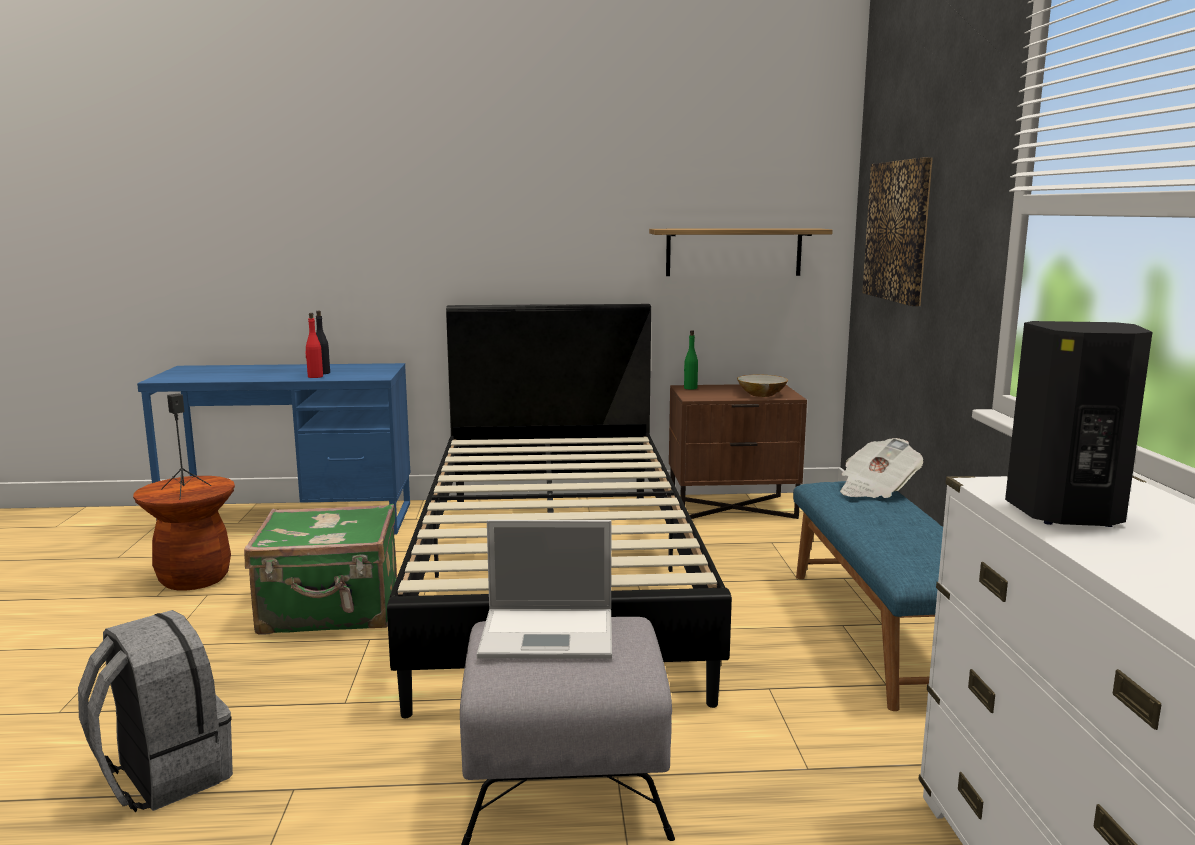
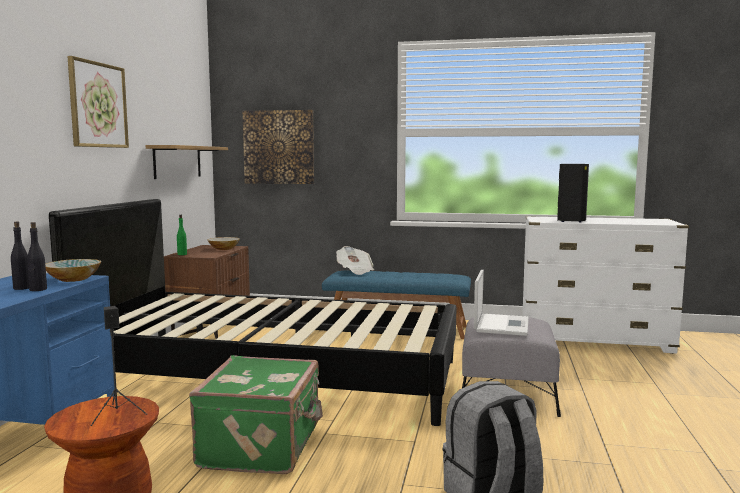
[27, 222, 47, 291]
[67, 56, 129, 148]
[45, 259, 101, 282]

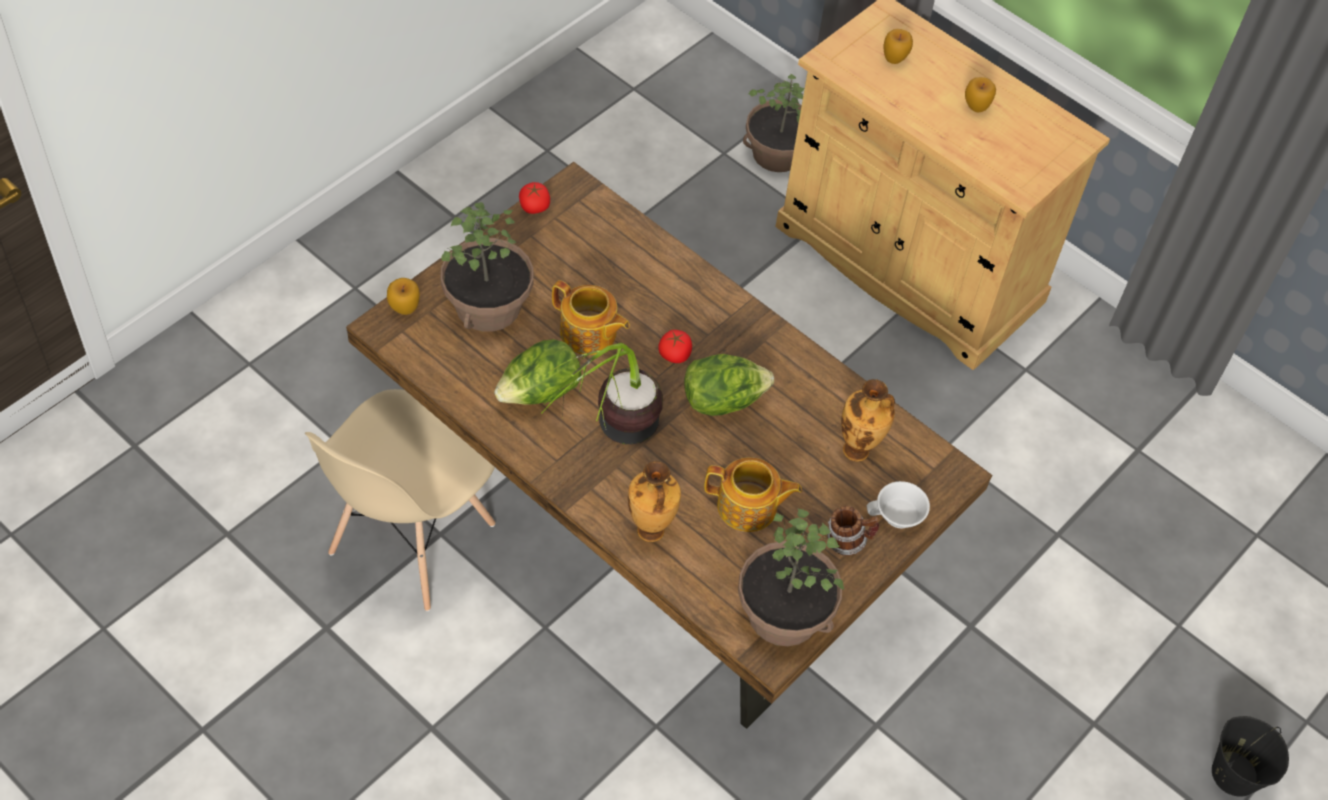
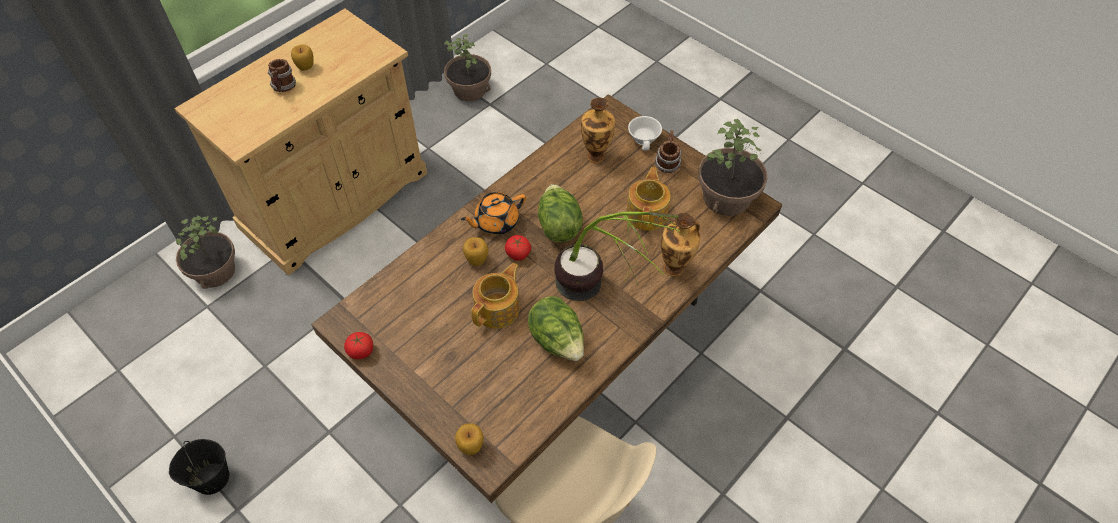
[463, 237, 489, 266]
[444, 34, 491, 101]
[169, 439, 229, 495]
[268, 59, 296, 92]
[461, 192, 526, 235]

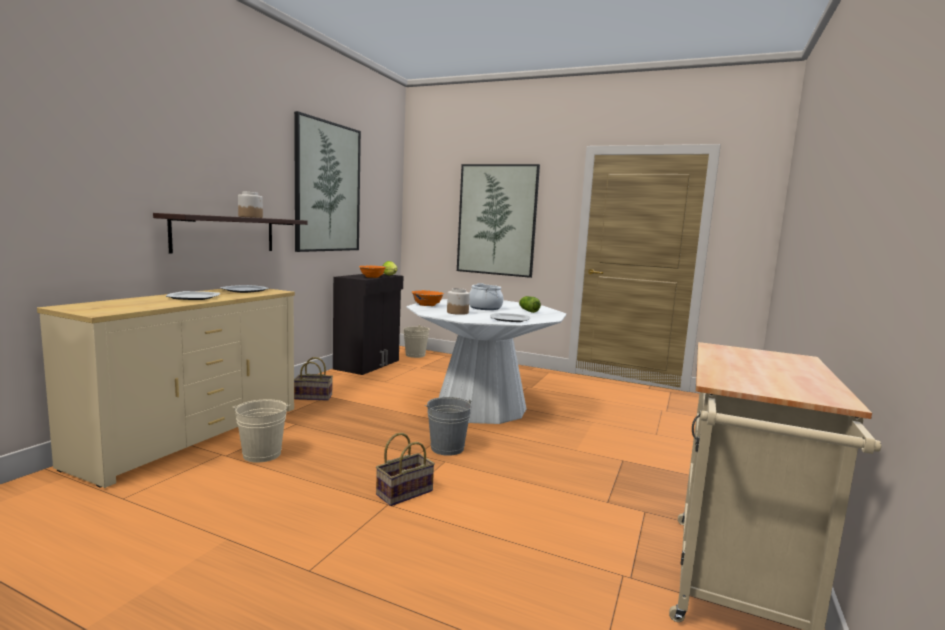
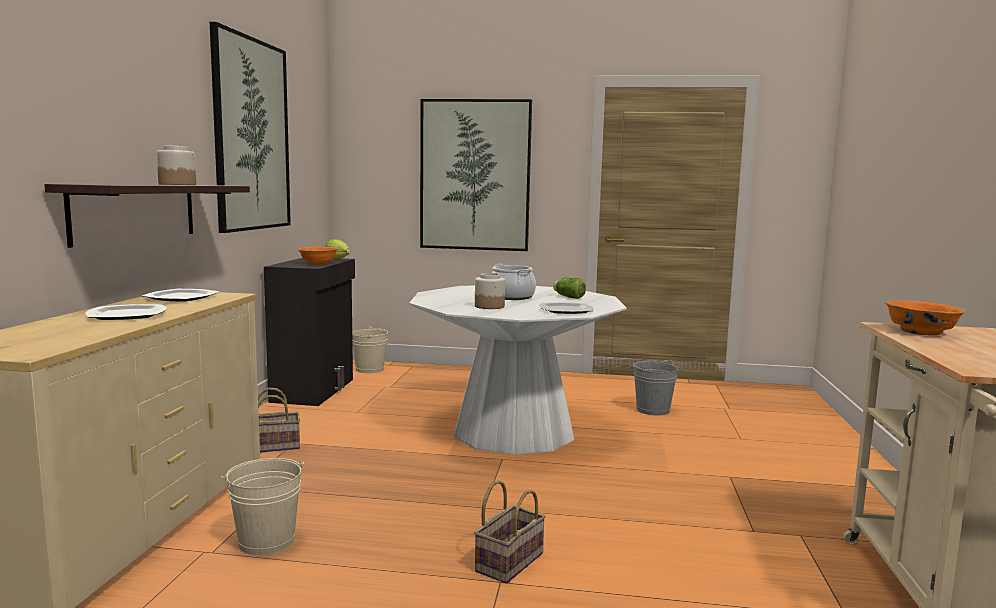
[885, 299, 966, 335]
[633, 360, 678, 416]

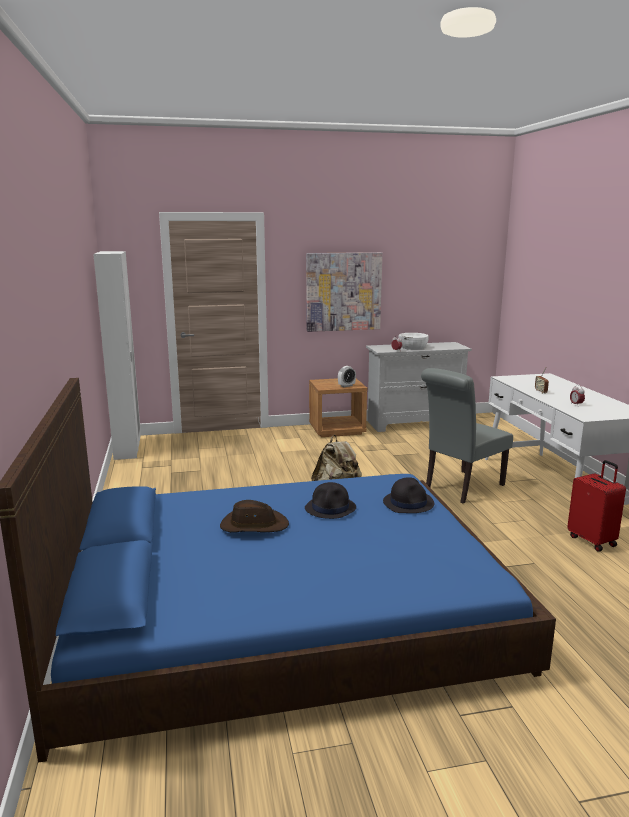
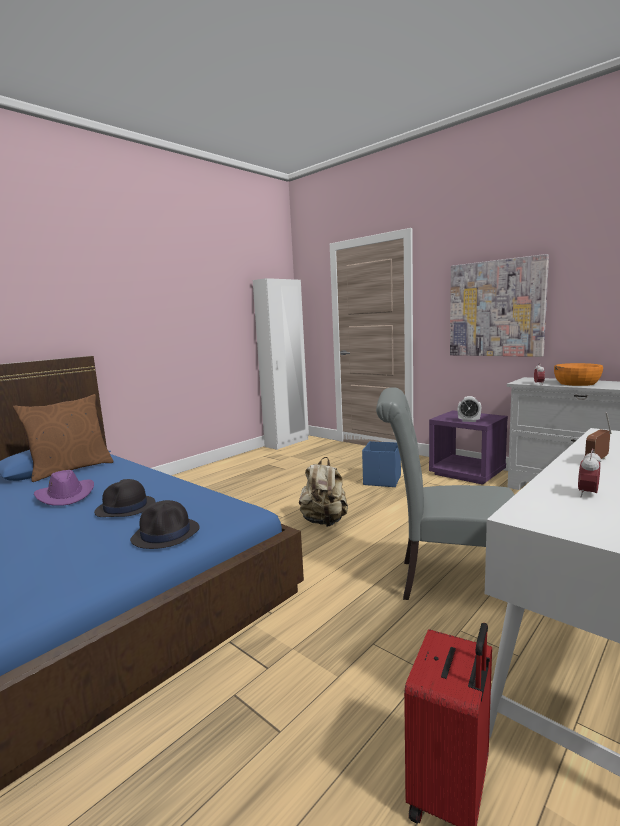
[554, 363, 603, 386]
[429, 410, 508, 485]
[34, 470, 94, 506]
[13, 394, 113, 482]
[362, 441, 401, 487]

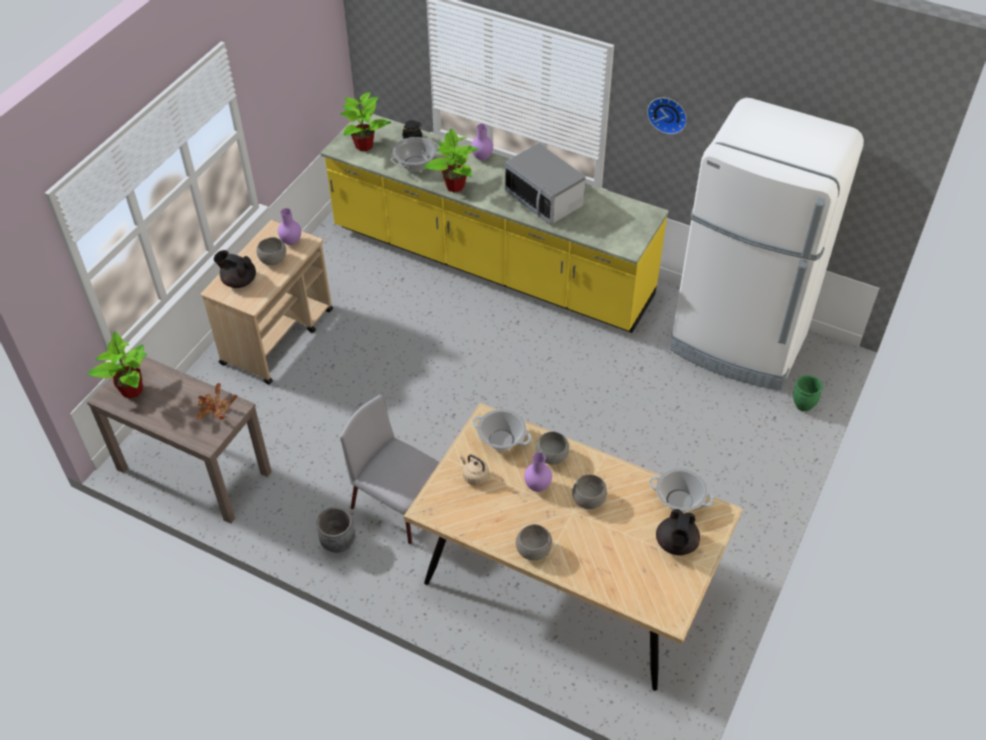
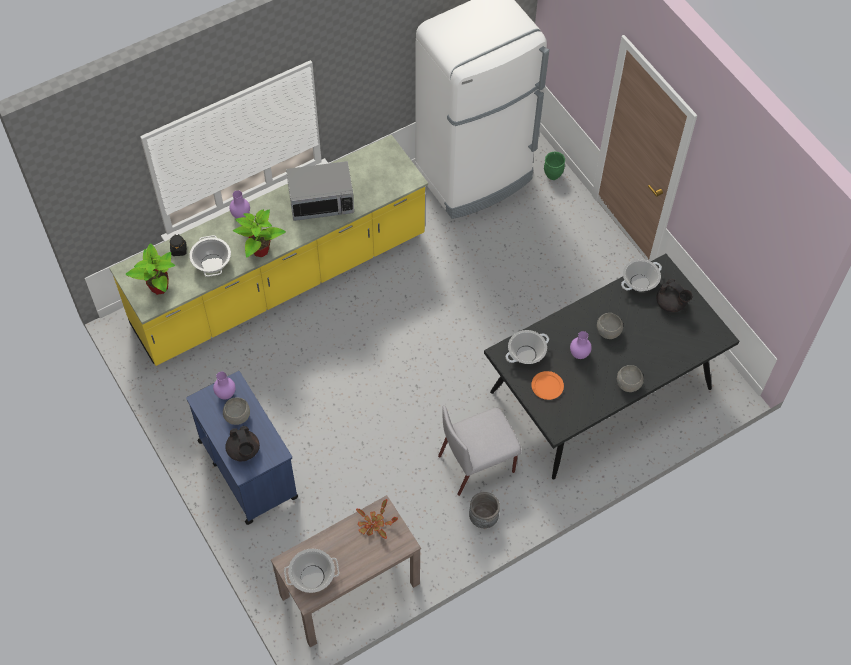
[647, 98, 687, 134] (first image)
[186, 371, 299, 525]
[225, 426, 260, 461]
[284, 549, 339, 593]
[484, 254, 739, 480]
[536, 432, 569, 465] (first image)
[531, 371, 564, 400]

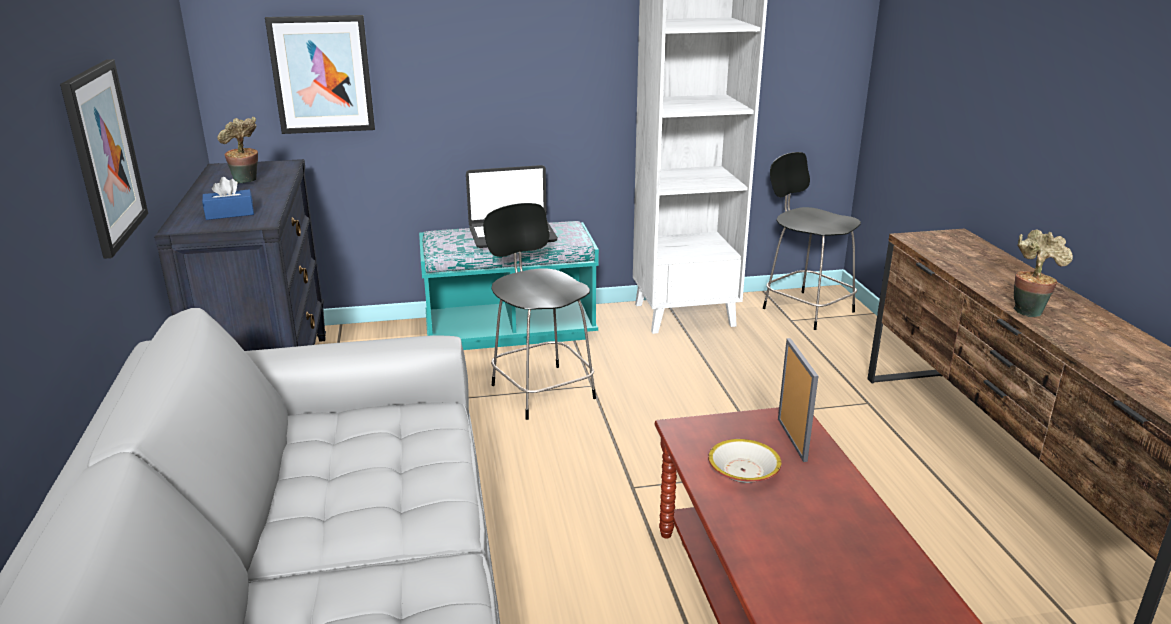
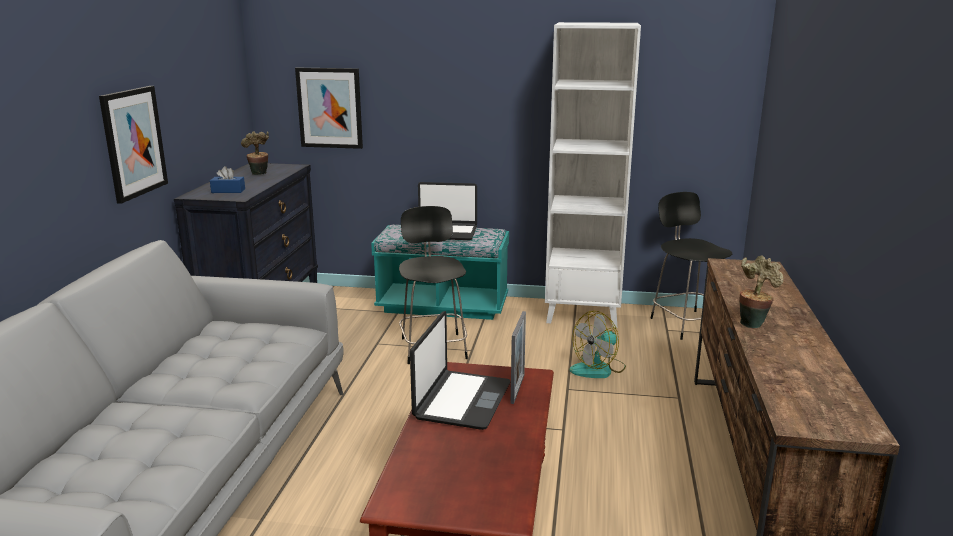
[410, 311, 511, 430]
[570, 311, 626, 378]

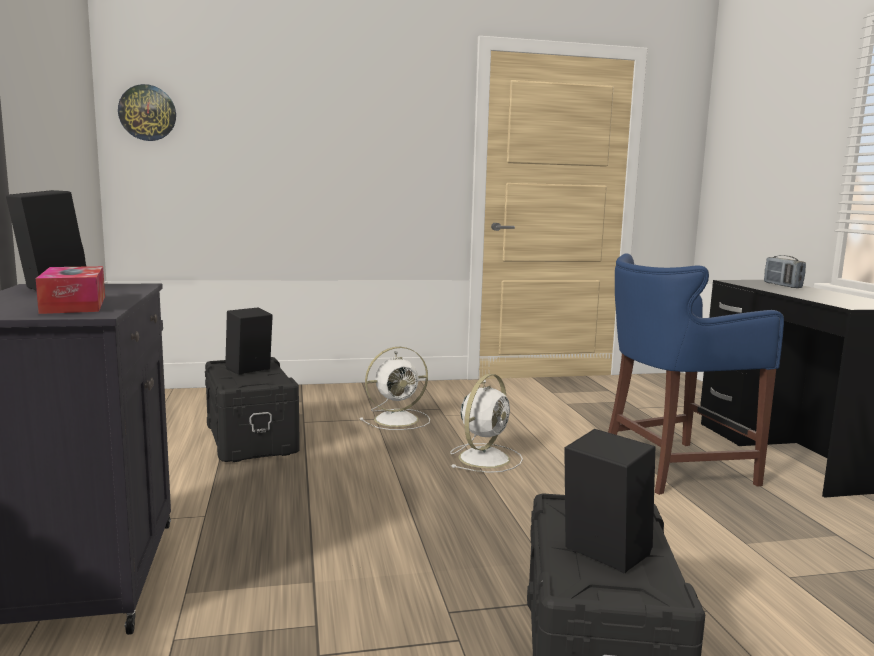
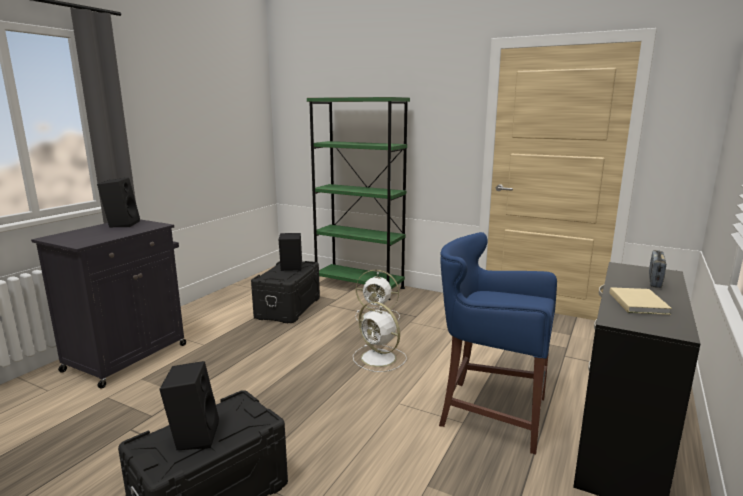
[118, 84, 176, 141] (first image)
[36, 266, 105, 314] (first image)
[353, 302, 407, 372]
[307, 97, 410, 300]
[610, 287, 672, 315]

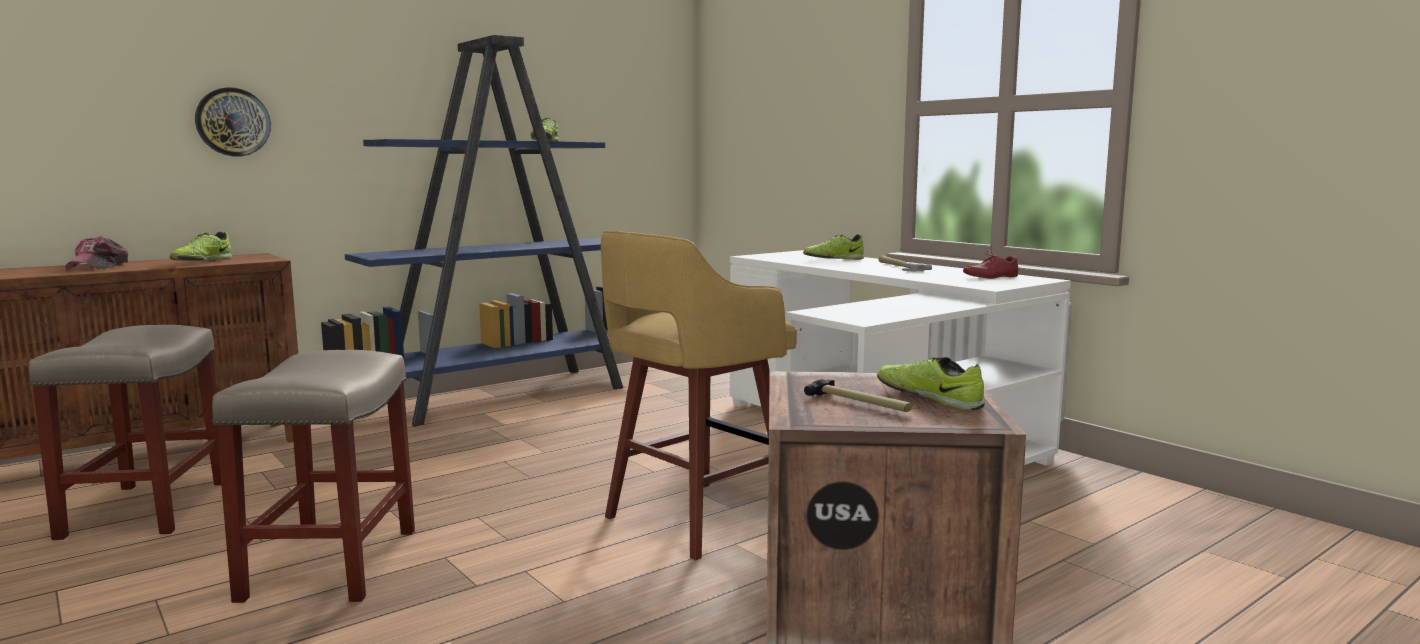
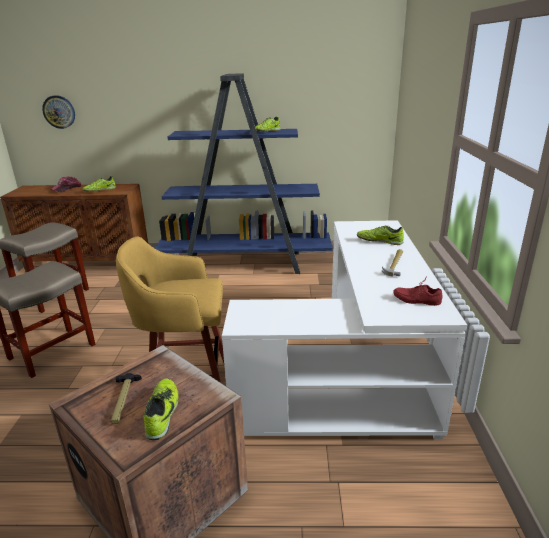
[42, 95, 75, 129]

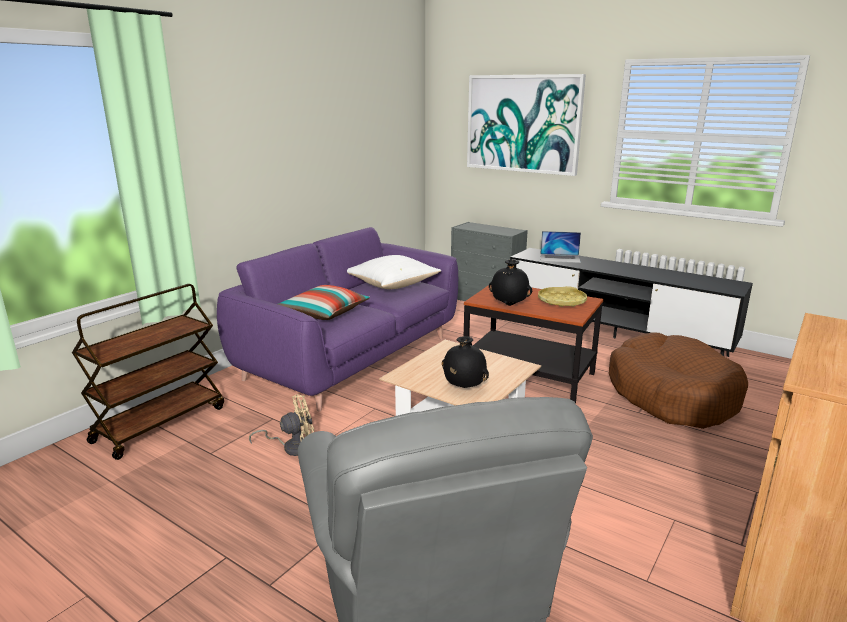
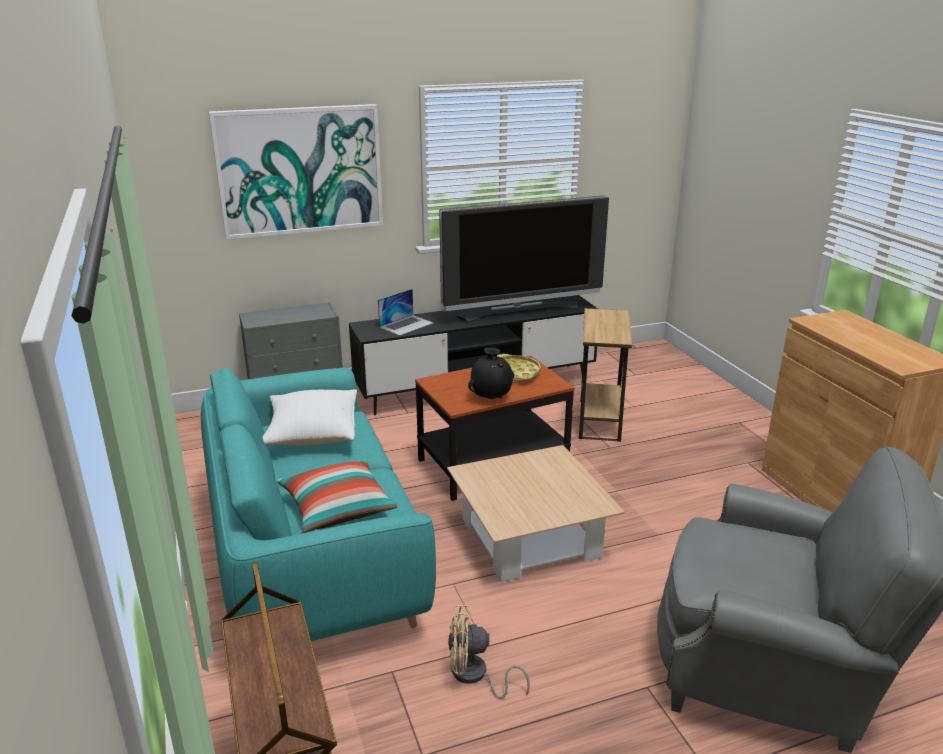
[201, 368, 436, 641]
[579, 308, 632, 442]
[442, 336, 489, 388] (first image)
[448, 605, 530, 699]
[439, 196, 609, 322]

